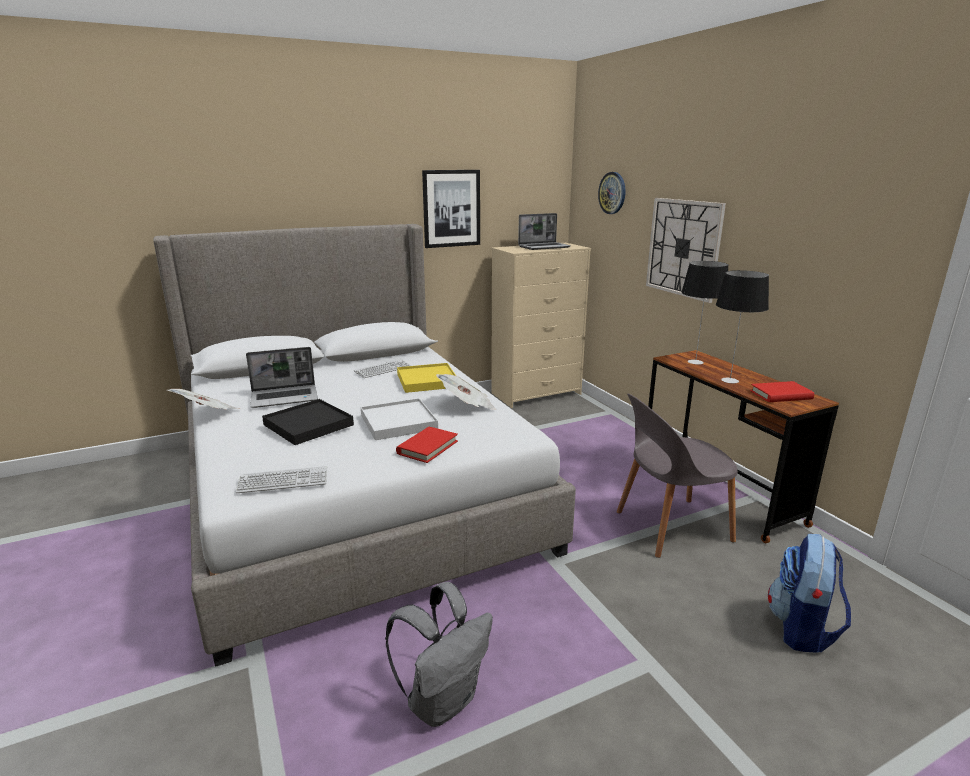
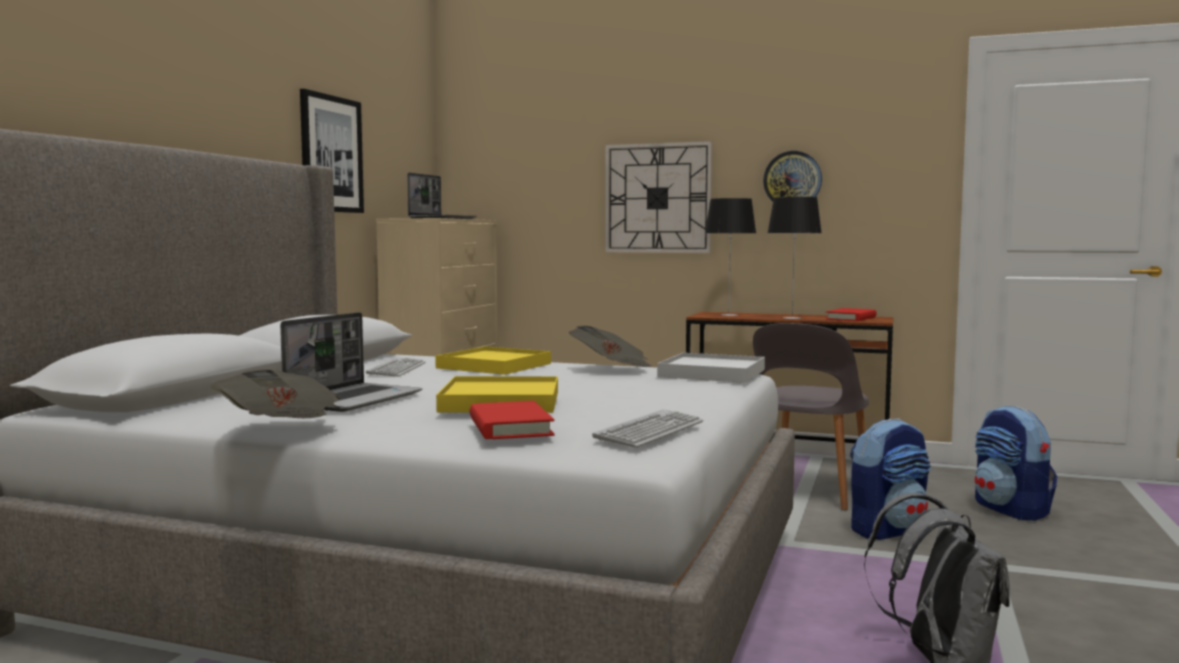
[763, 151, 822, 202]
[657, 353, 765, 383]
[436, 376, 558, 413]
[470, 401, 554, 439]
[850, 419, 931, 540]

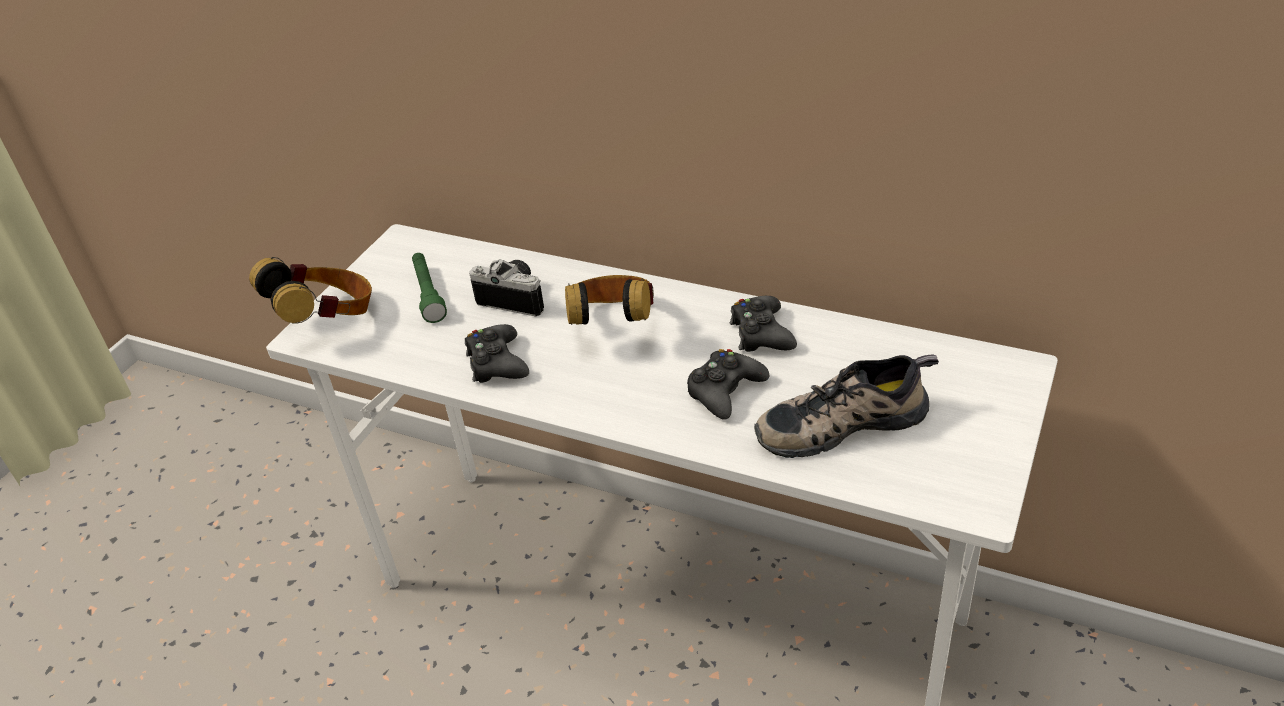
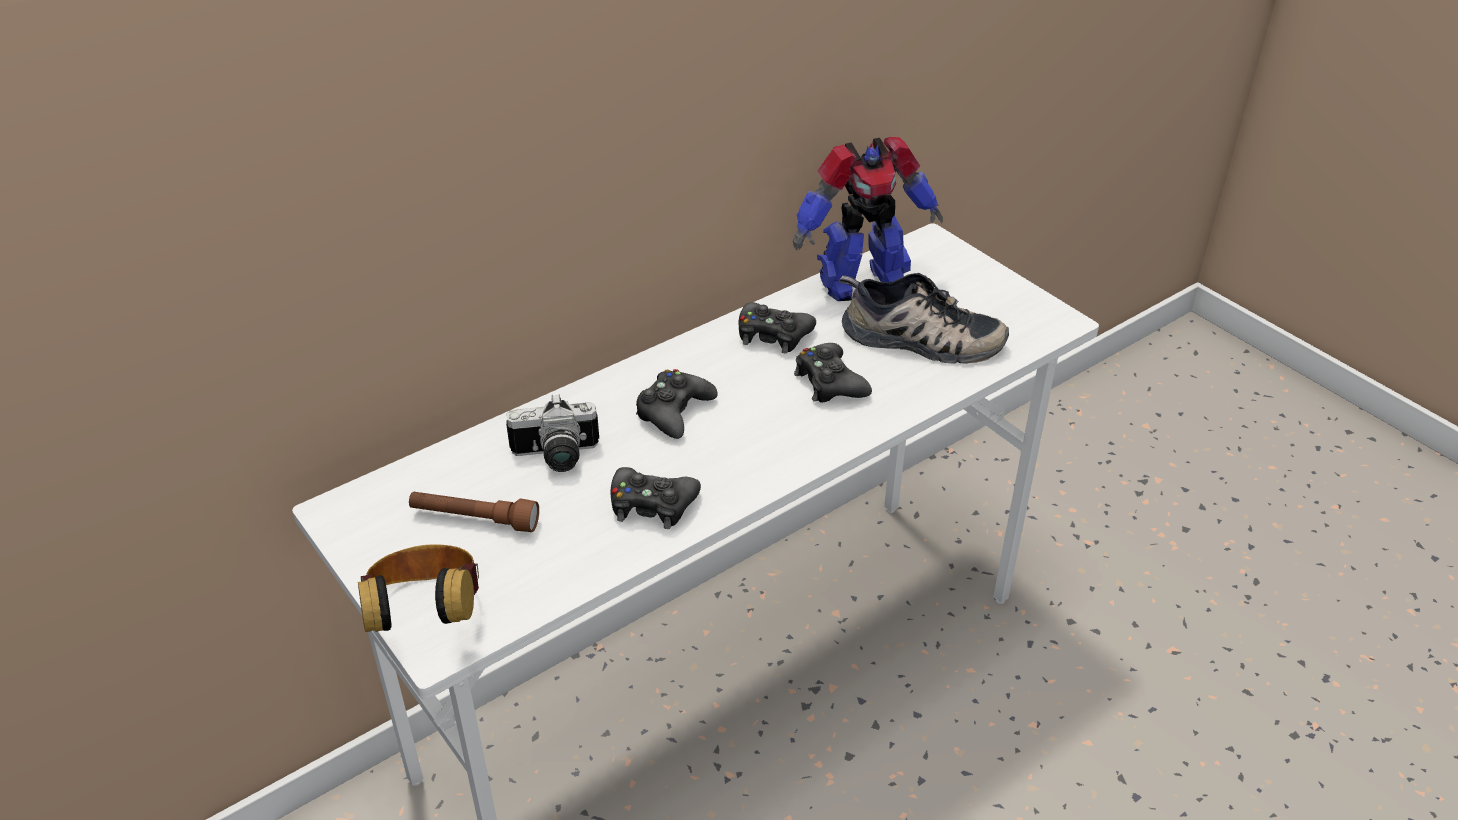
[409, 492, 539, 532]
[506, 394, 599, 472]
[636, 369, 718, 439]
[839, 273, 1009, 364]
[793, 137, 943, 301]

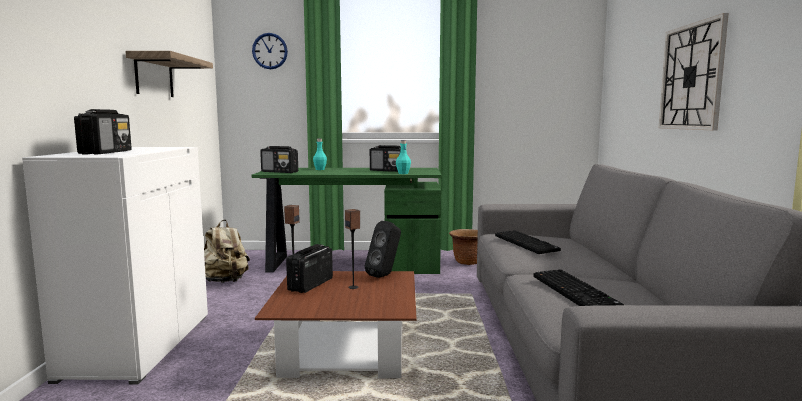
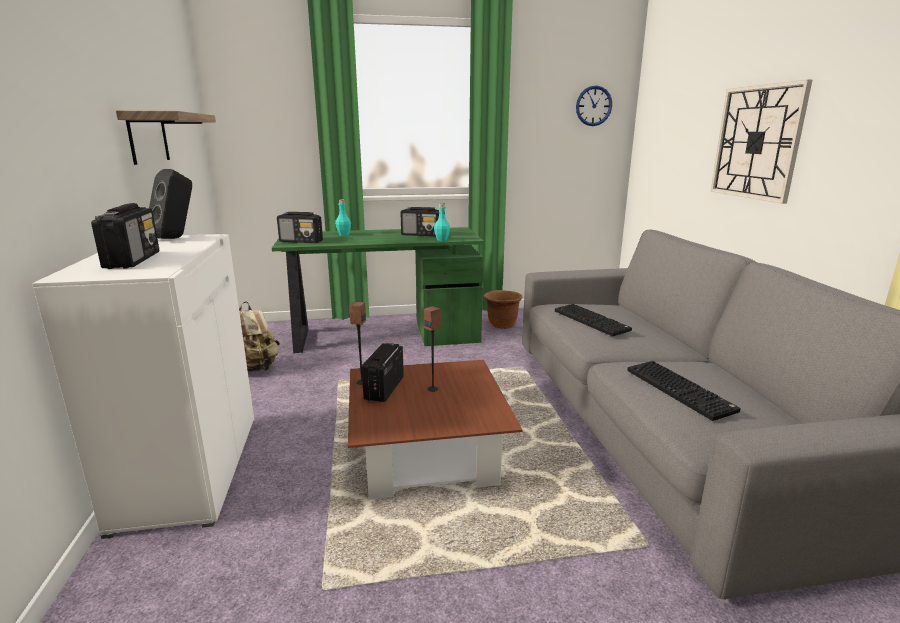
[576, 85, 612, 126]
[149, 169, 192, 239]

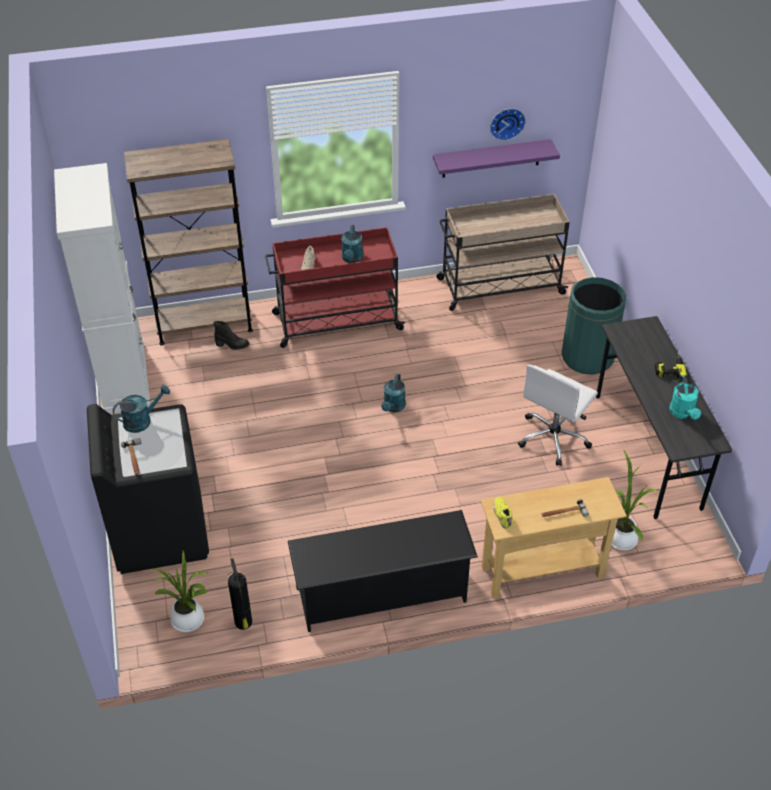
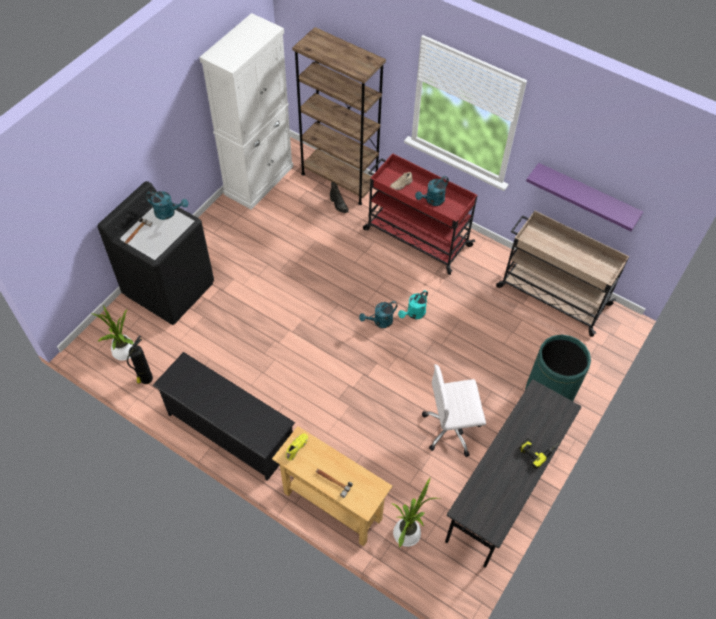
[490, 108, 526, 141] (first image)
[398, 290, 428, 319]

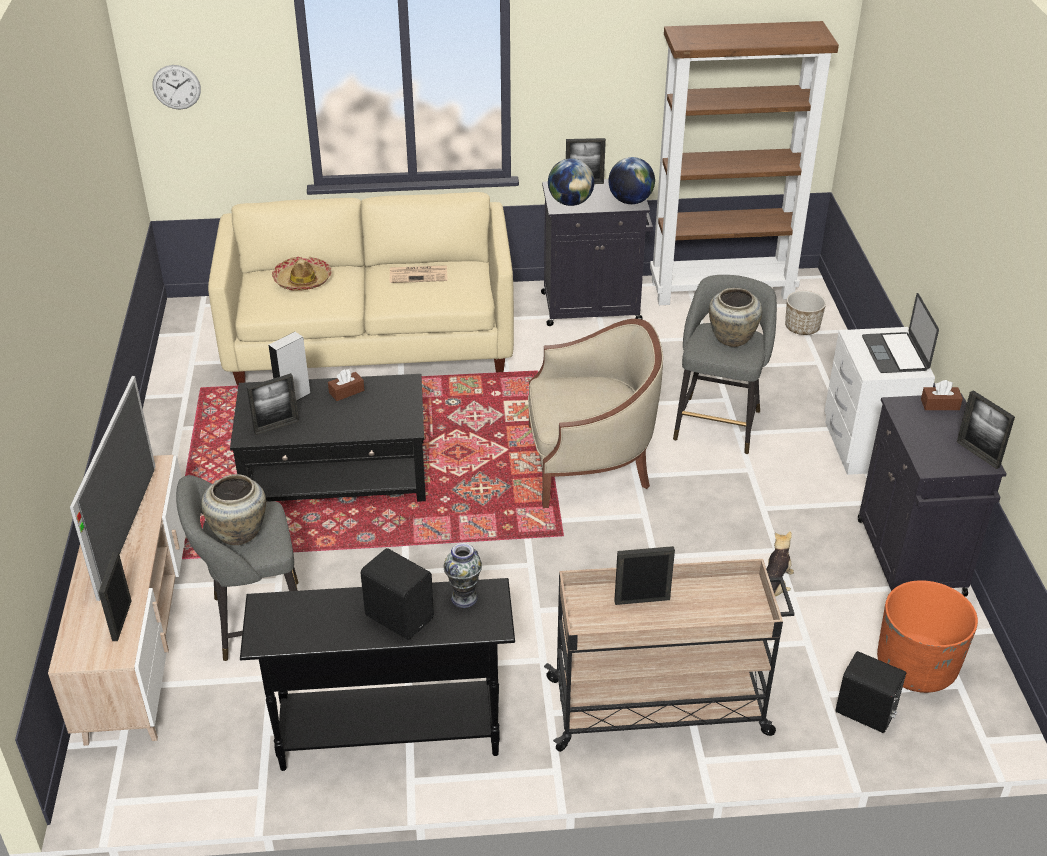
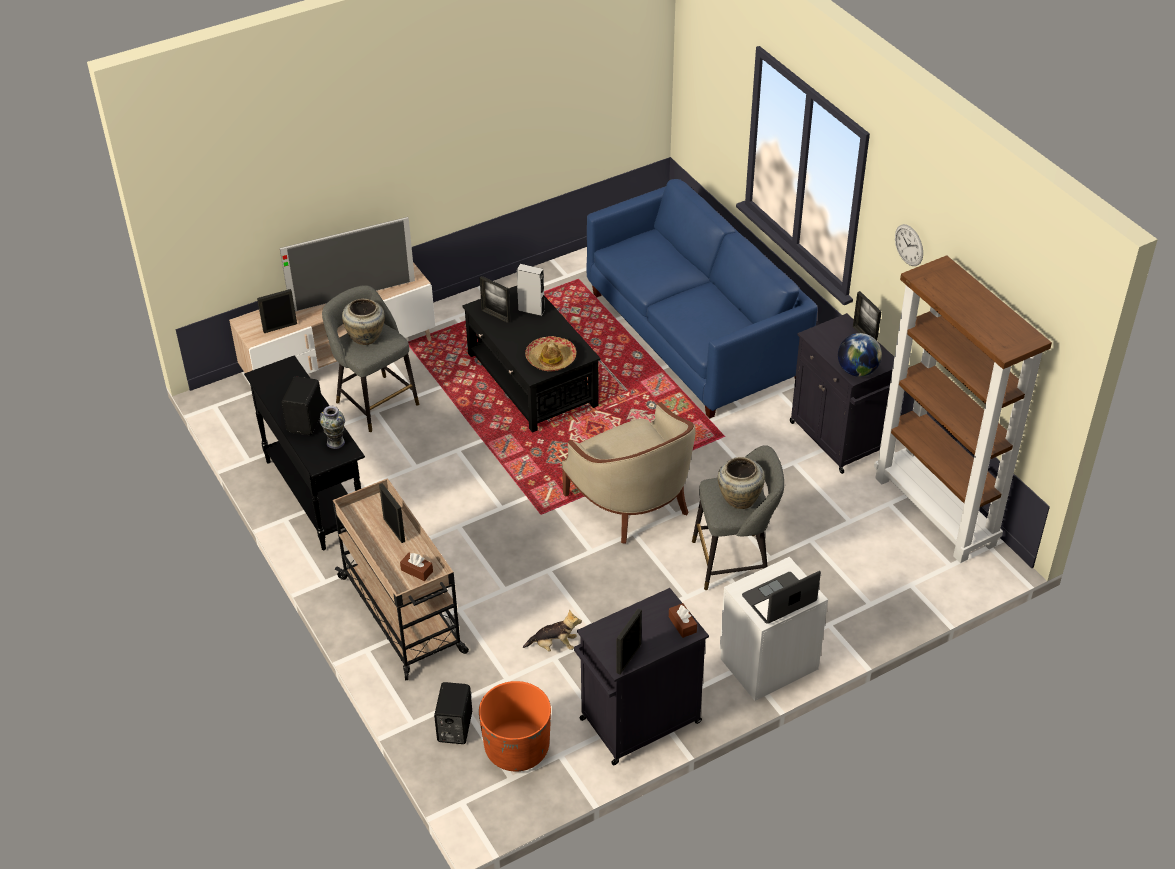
[895, 224, 923, 266]
[548, 158, 594, 206] (first image)
[586, 179, 818, 419]
[525, 336, 576, 371]
[390, 265, 448, 283] (first image)
[785, 291, 826, 335] (first image)
[400, 553, 433, 581]

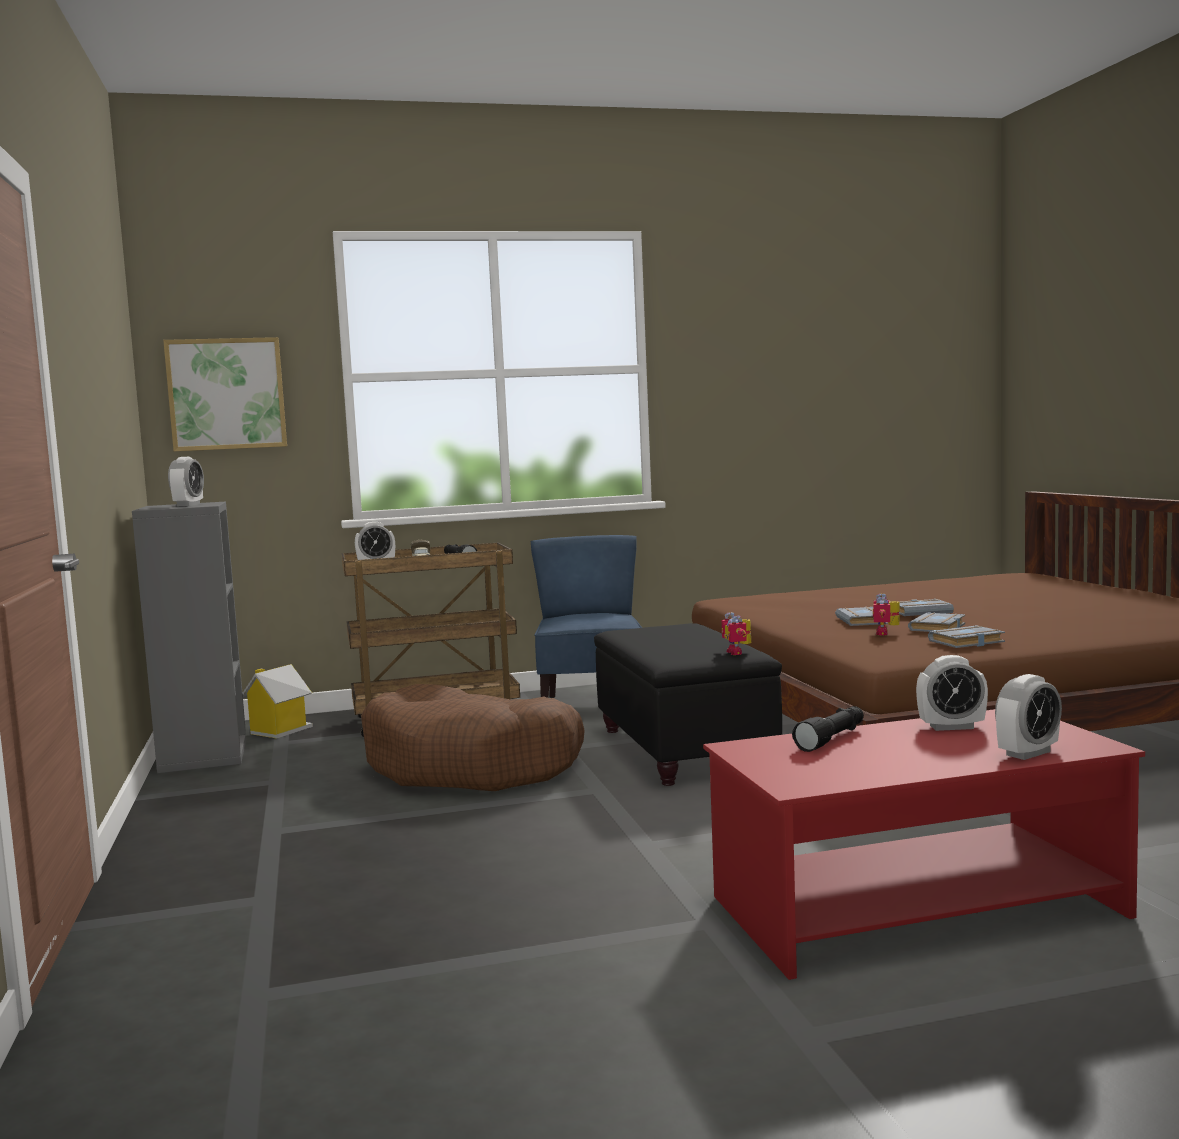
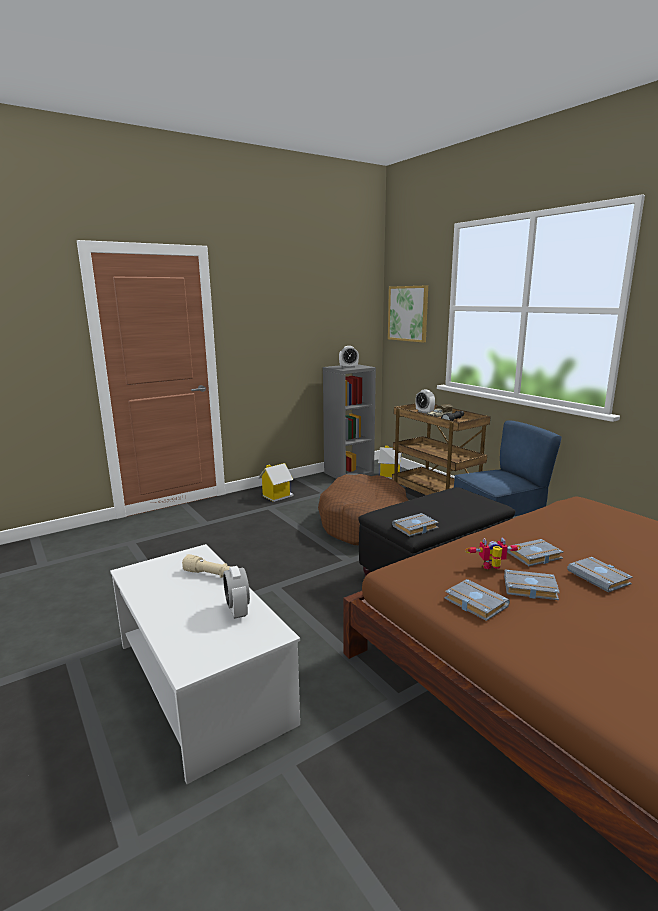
[392, 513, 439, 536]
[995, 674, 1062, 760] (first image)
[182, 554, 231, 578]
[110, 544, 300, 784]
[258, 463, 294, 502]

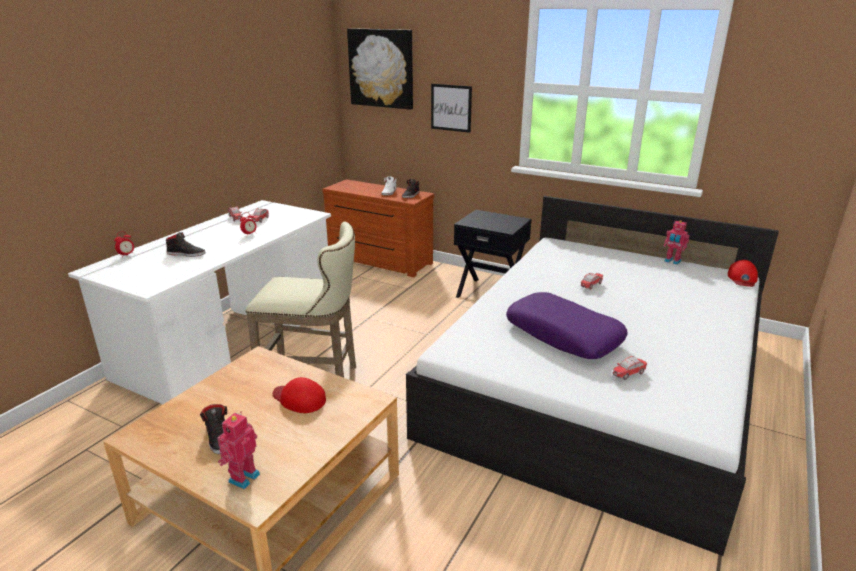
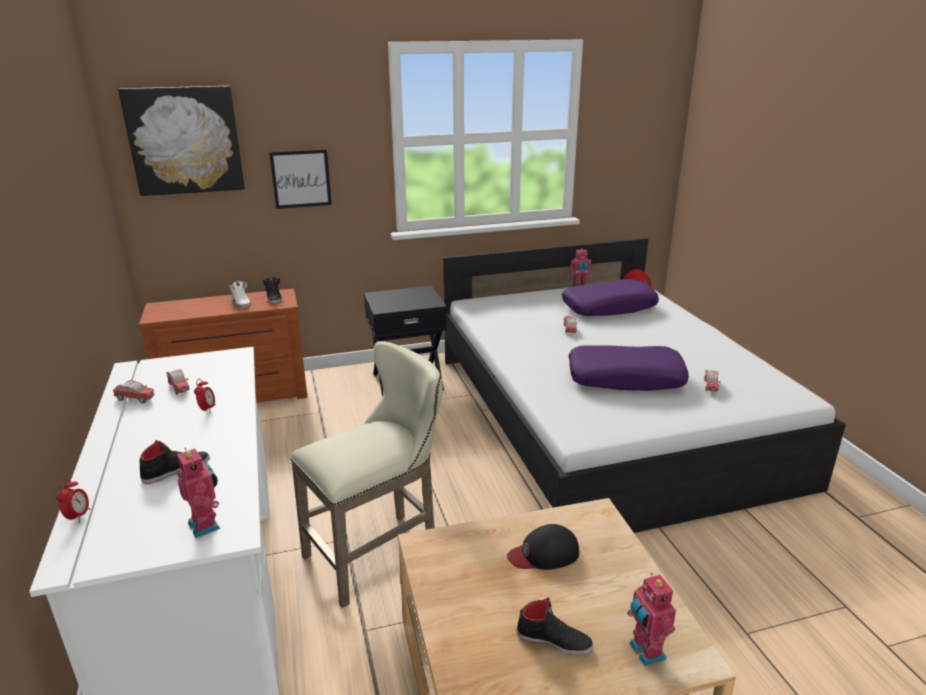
[507, 524, 579, 570]
[562, 279, 659, 316]
[177, 448, 220, 538]

